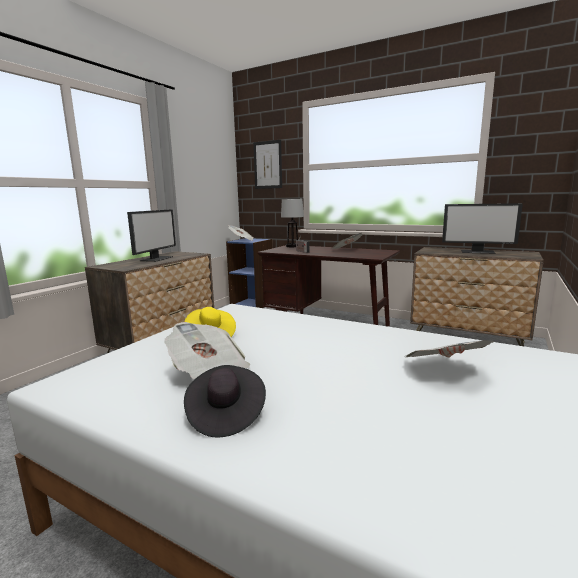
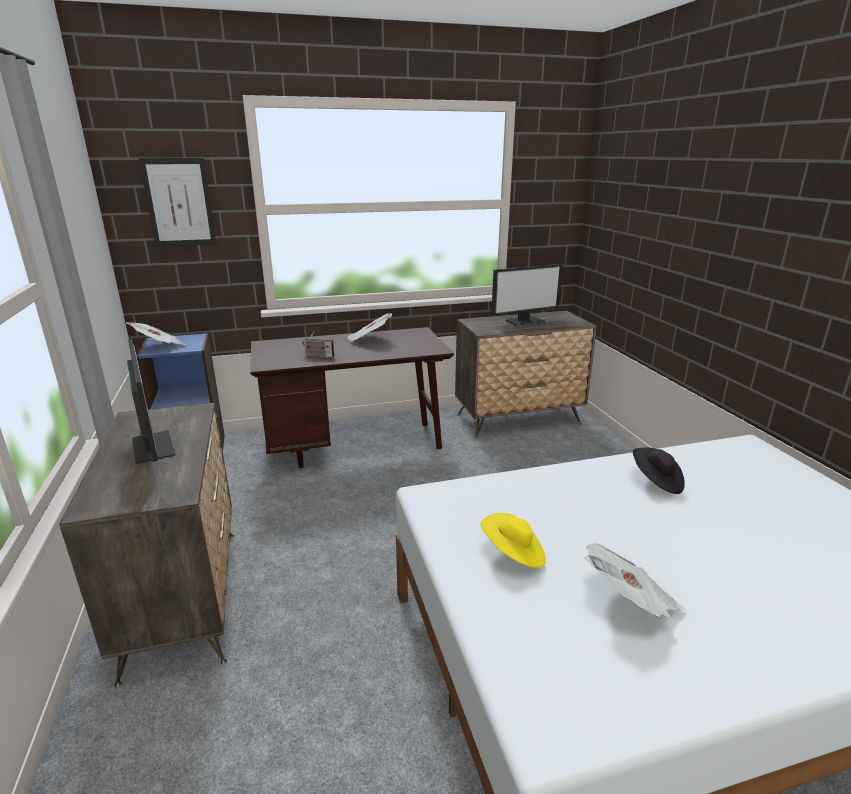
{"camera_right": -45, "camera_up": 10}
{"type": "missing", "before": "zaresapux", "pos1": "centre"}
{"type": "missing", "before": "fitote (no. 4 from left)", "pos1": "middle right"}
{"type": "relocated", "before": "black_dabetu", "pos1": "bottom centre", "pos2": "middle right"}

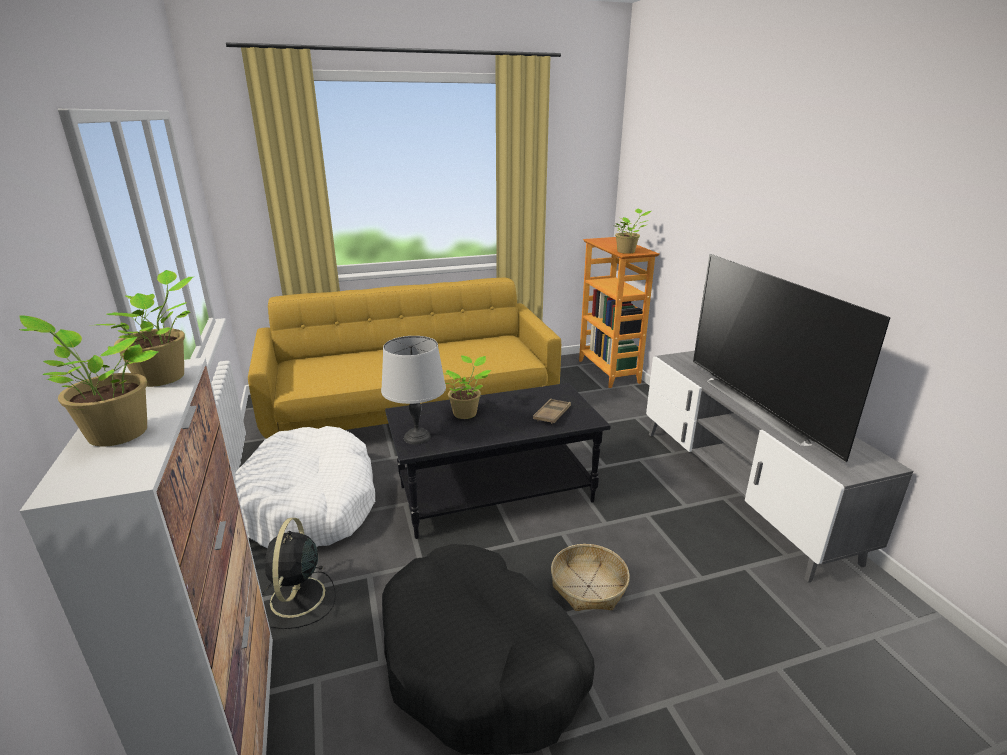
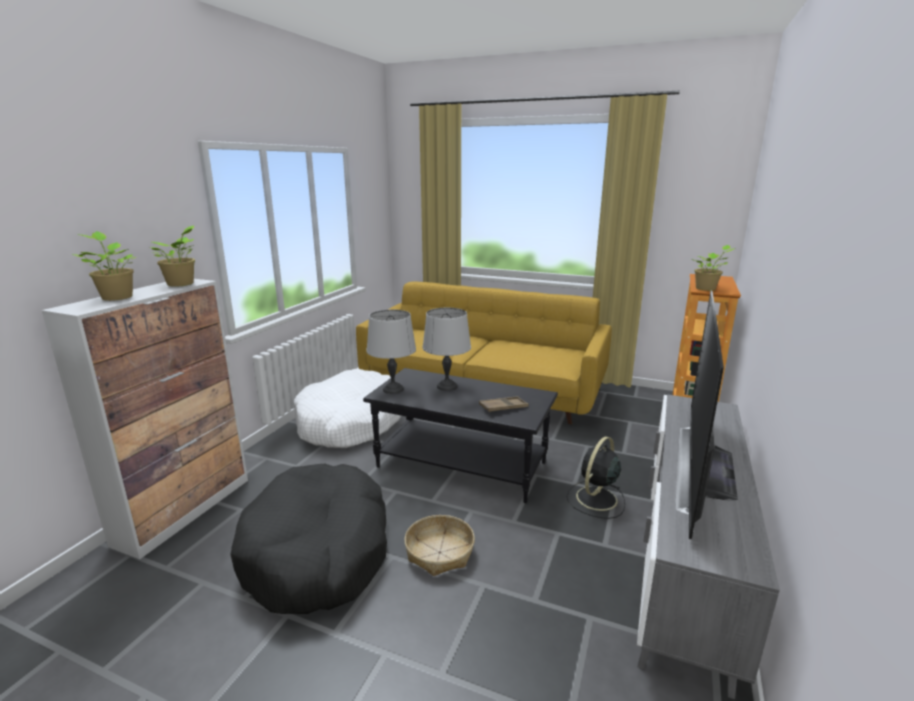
{"camera_right": 40, "camera_up": -5}
{"type": "relocated", "before": "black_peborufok", "pos1": "bottom left", "pos2": "bottom centre"}
{"type": "exchanged", "before": "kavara (no. 3 from left)", "after": "grey_zaresapux (no. 2 from left)", "pos1": "centre", "pos2": "centre"}

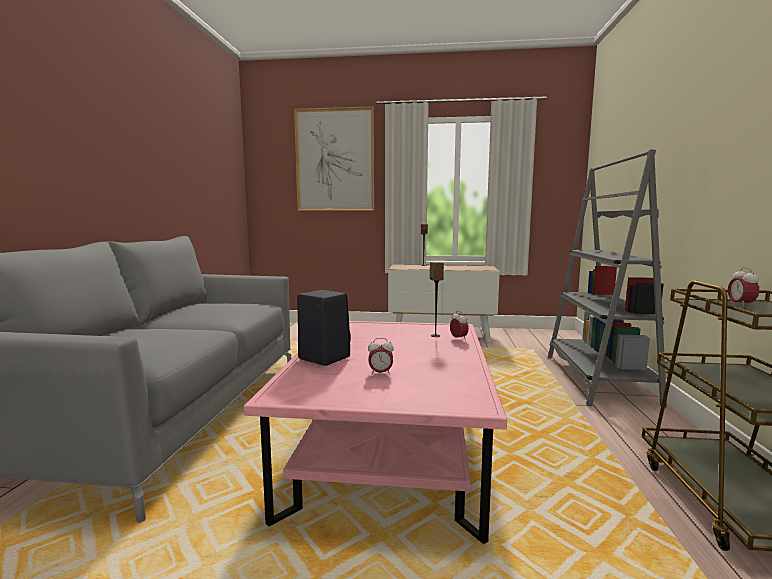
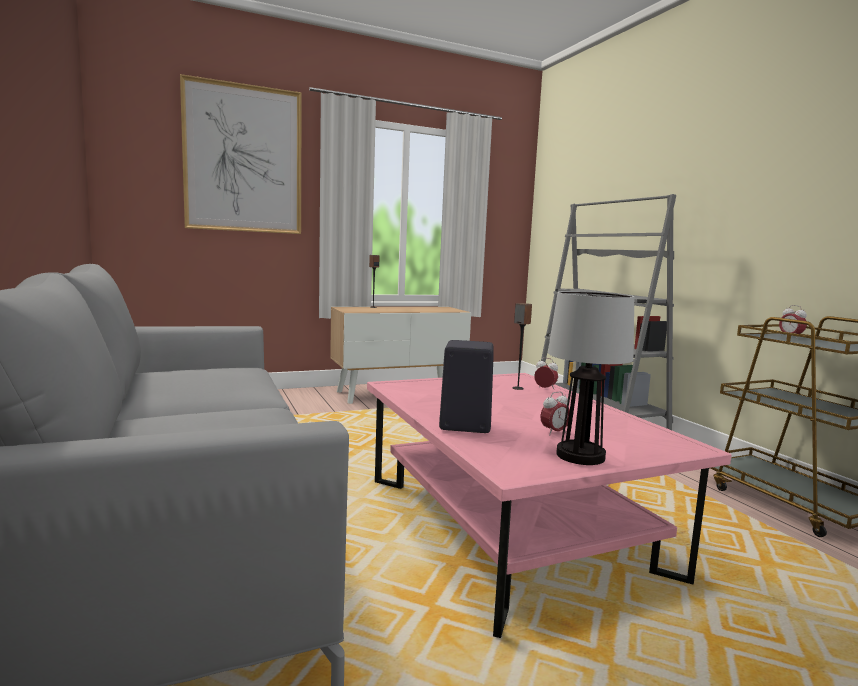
{"camera_right": -30, "camera_up": 0}
{"type": "appeared", "after": "zaresapux", "pos2": "middle right"}

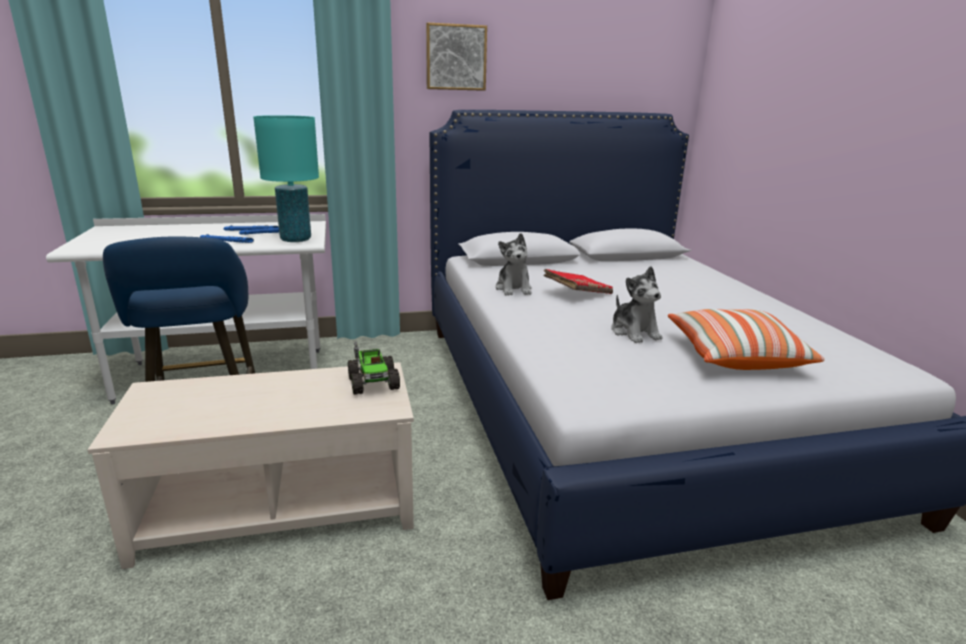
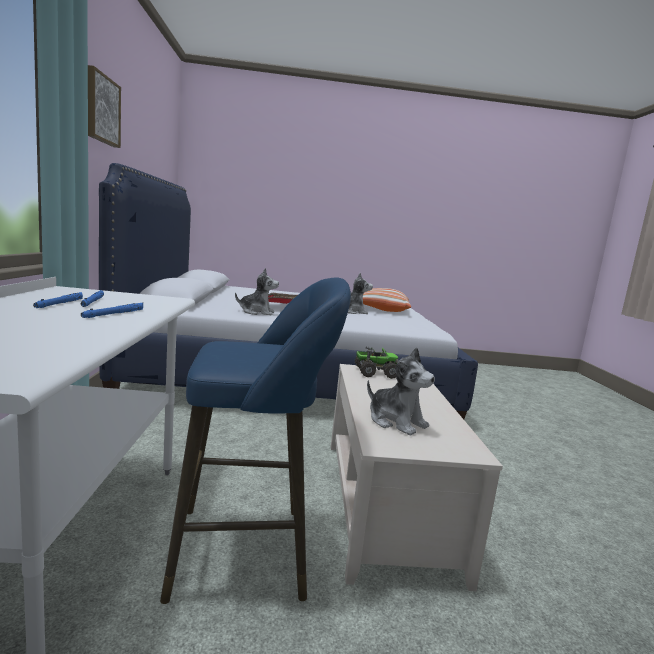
{"camera_right": -80, "camera_up": -10}
{"type": "missing", "before": "turquoise_zaresapux", "pos1": "top left"}
{"type": "appeared", "after": "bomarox (no. 3 from left)", "pos2": "centre"}

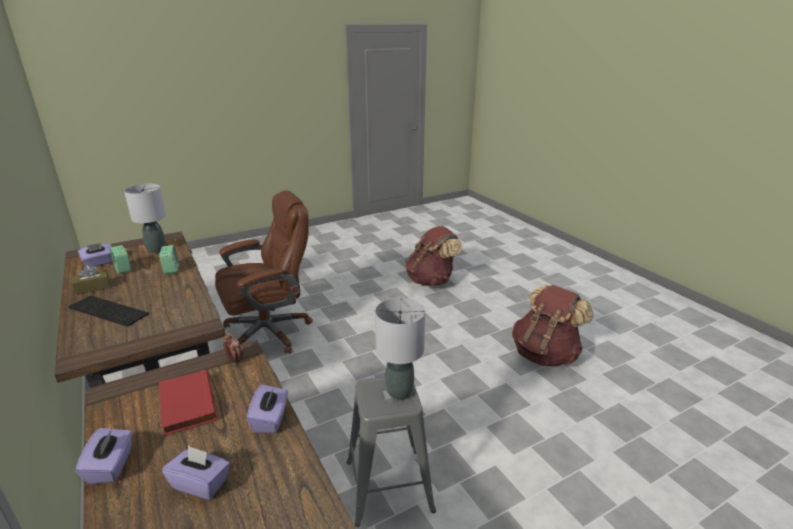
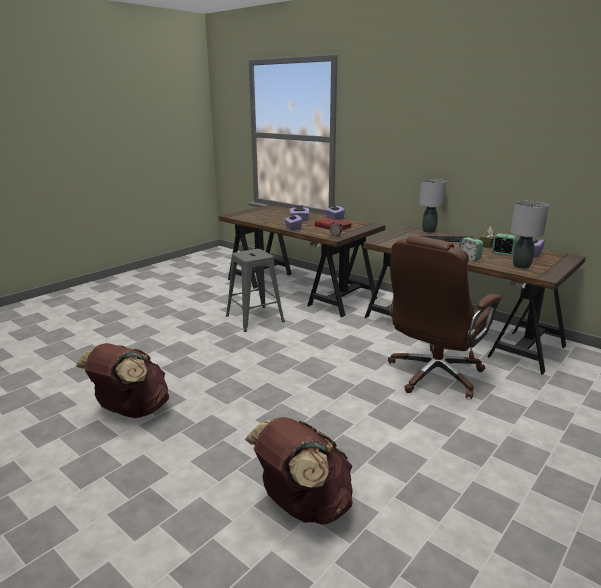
{"camera_right": 160, "camera_up": -5}
{"type": "relocated", "before": "grey_zaresapux (no. 2 from left in the first image)", "after": "grey_zaresapux (no. 1 from left)", "pos1": "centre", "pos2": "middle right"}

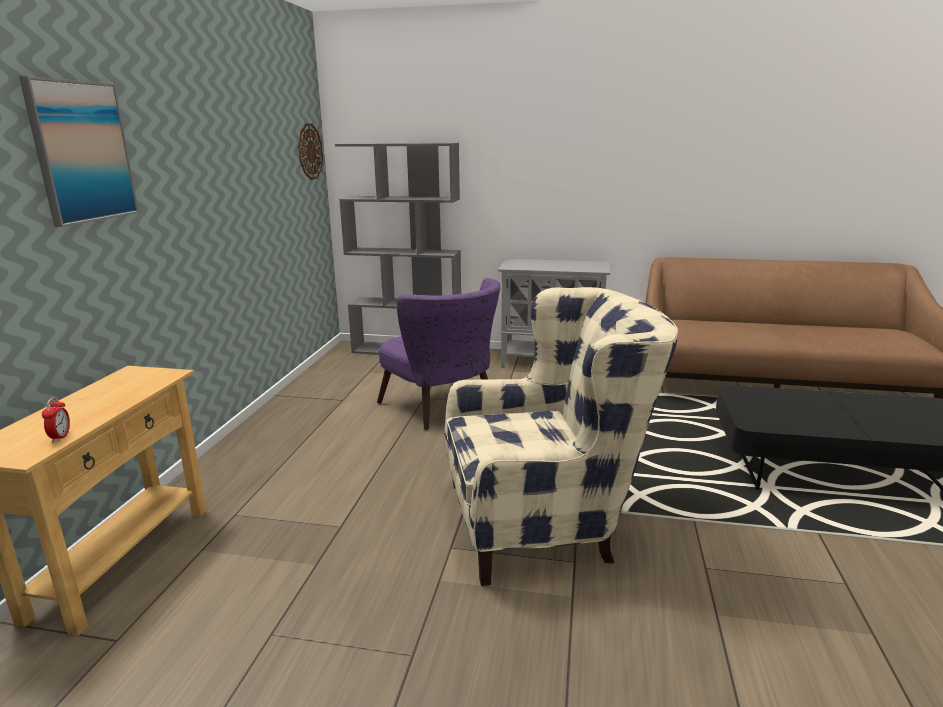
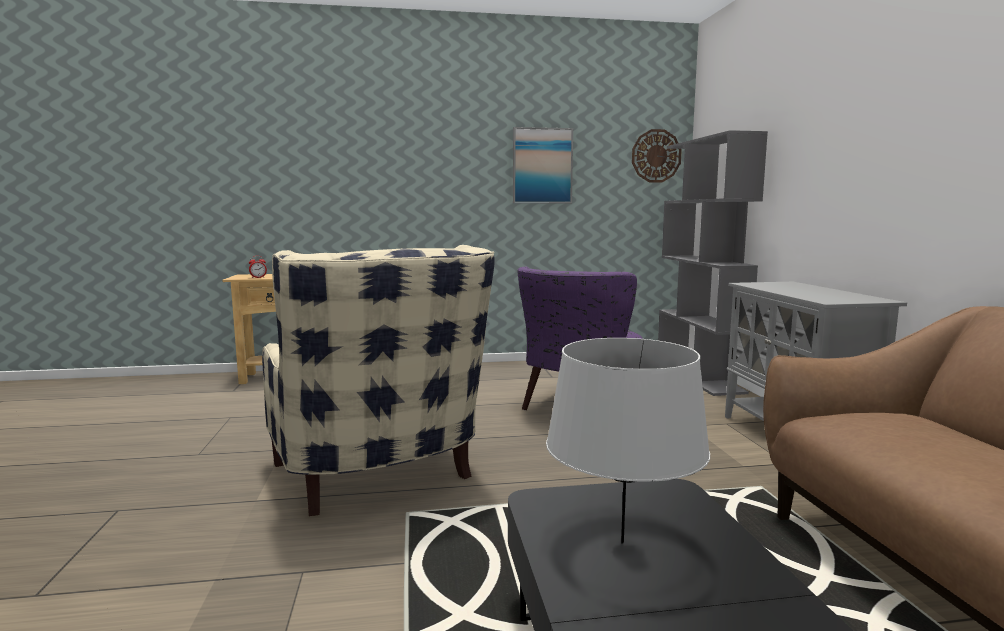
{"camera_right": 70, "camera_up": -10}
{"type": "appeared", "after": "grey_zaresapux", "pos2": "bottom centre"}
{"type": "relocated", "before": "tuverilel", "pos1": "top left", "pos2": "top centre"}

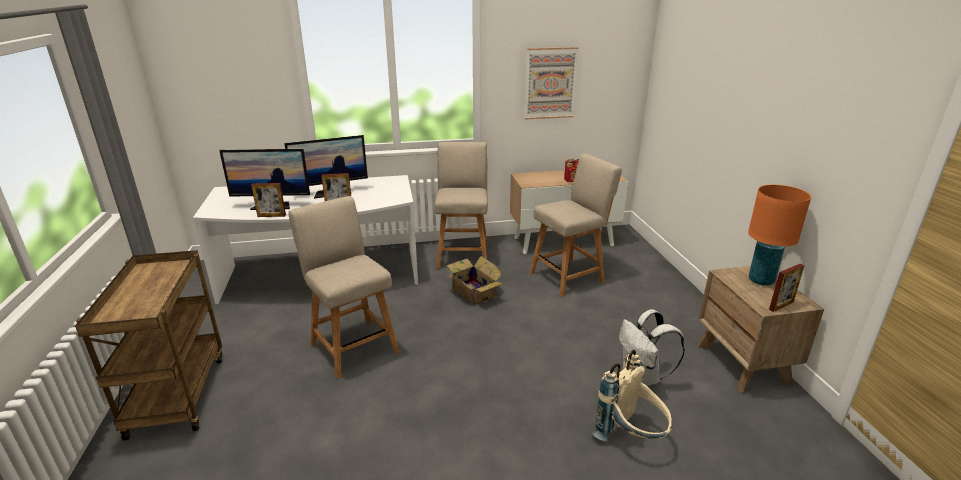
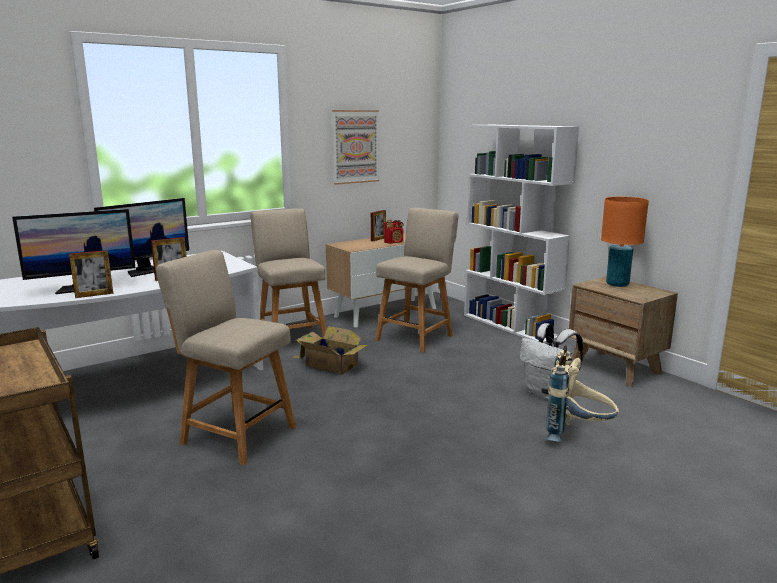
{"camera_right": -25, "camera_up": -10}
{"type": "appeared", "after": "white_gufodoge", "pos2": "middle right"}
{"type": "relocated", "before": "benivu (no. 3 from left)", "pos1": "middle right", "pos2": "centre"}

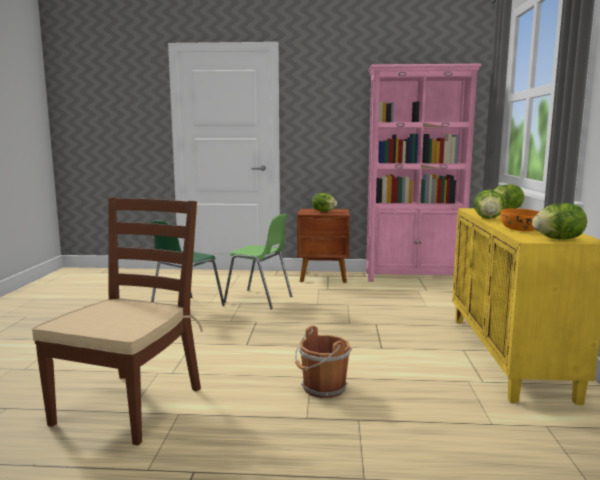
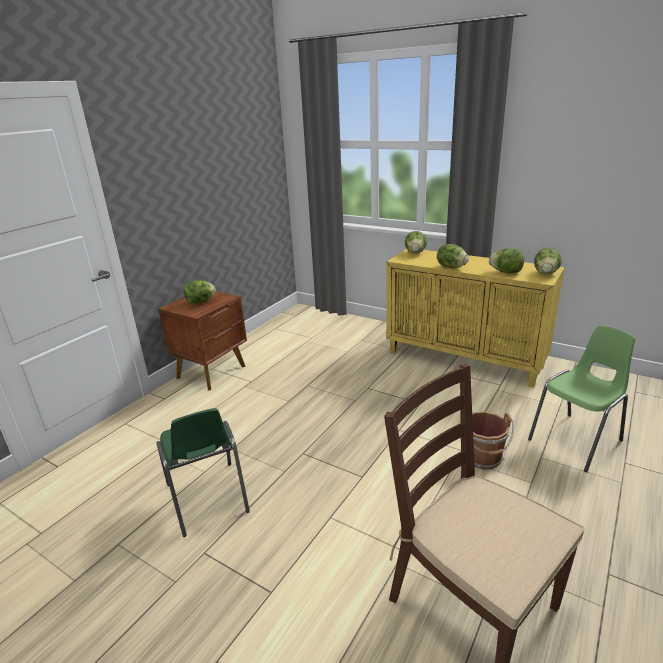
{"camera_right": -60, "camera_up": 15}
{"type": "missing", "before": "pink_gufodoge", "pos1": "middle right"}
{"type": "relocated", "before": "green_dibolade (no. 2 from left)", "pos1": "centre", "pos2": "middle right"}
{"type": "exchanged", "before": "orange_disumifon", "after": "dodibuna (no. 4 from left)", "pos1": "middle right", "pos2": "middle right"}

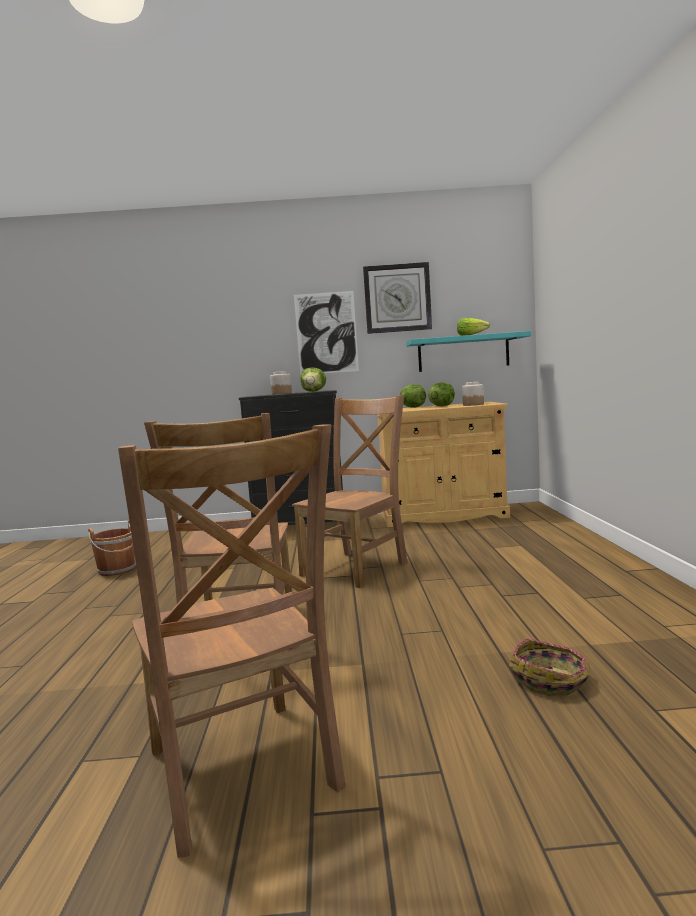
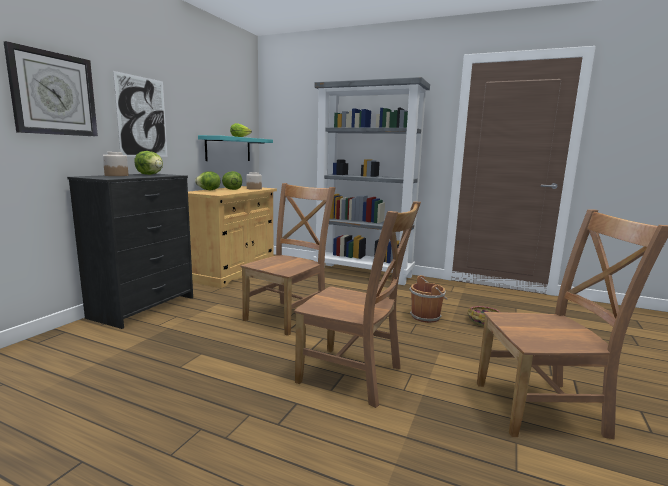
{"camera_right": -65, "camera_up": 5}
{"type": "appeared", "after": "grey_gufodoge", "pos2": "centre"}
{"type": "relocated", "before": "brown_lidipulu", "pos1": "middle left", "pos2": "centre"}
{"type": "relocated", "before": "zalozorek", "pos1": "top centre", "pos2": "top left"}
{"type": "spun", "before": "brown_dibolade (no. 3 from left in the first image)", "pos1": "centre", "pos2": "centre", "turn": 60}

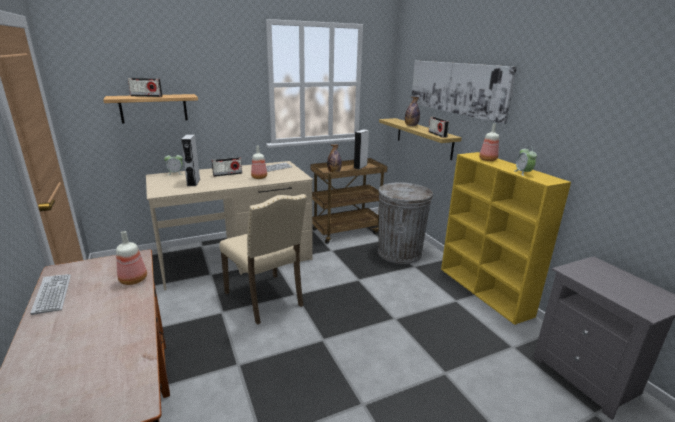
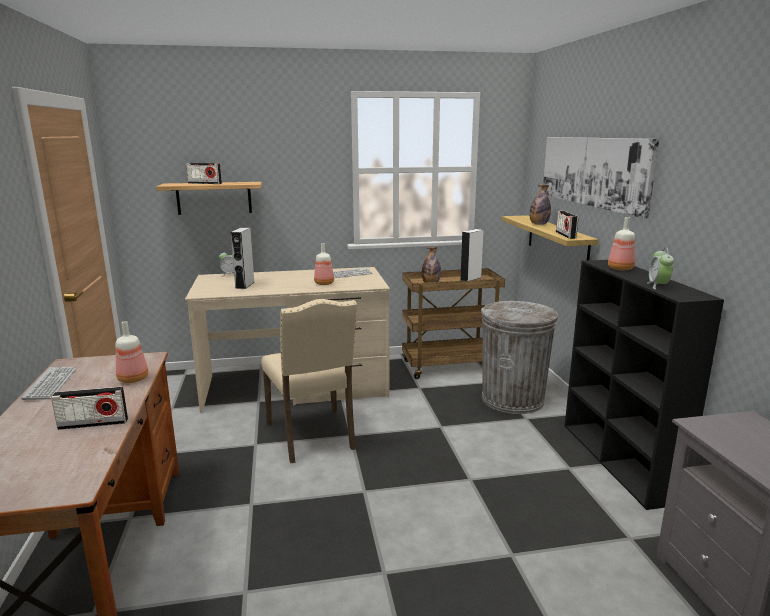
{"camera_right": 15, "camera_up": -5}
{"type": "relocated", "before": "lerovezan (no. 2 from left in the first image)", "after": "lerovezan (no. 1 from left)", "pos1": "centre", "pos2": "middle left"}
{"type": "colour", "before": "yellow_gufodoge", "after": "black_gufodoge", "pos1": "middle right", "pos2": "middle right"}

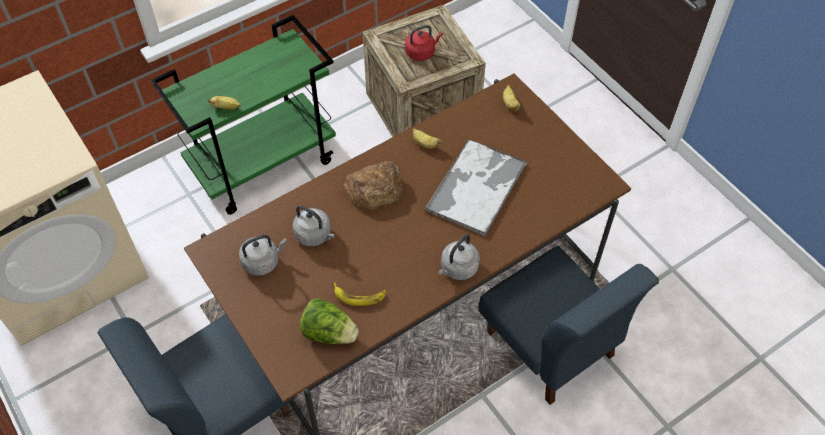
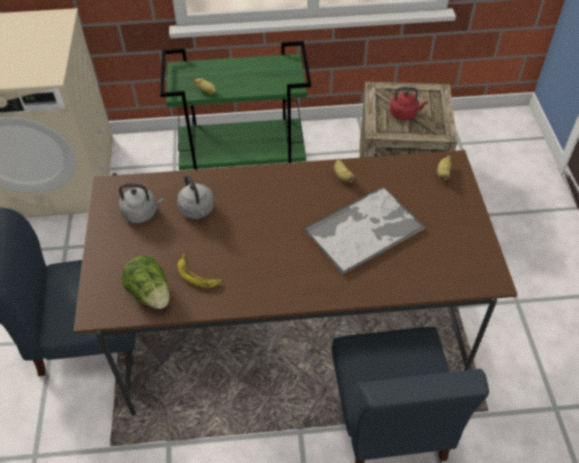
{"camera_right": 30, "camera_up": -5}
{"type": "missing", "before": "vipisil", "pos1": "centre"}
{"type": "missing", "before": "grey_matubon (no. 3 from left)", "pos1": "centre"}

